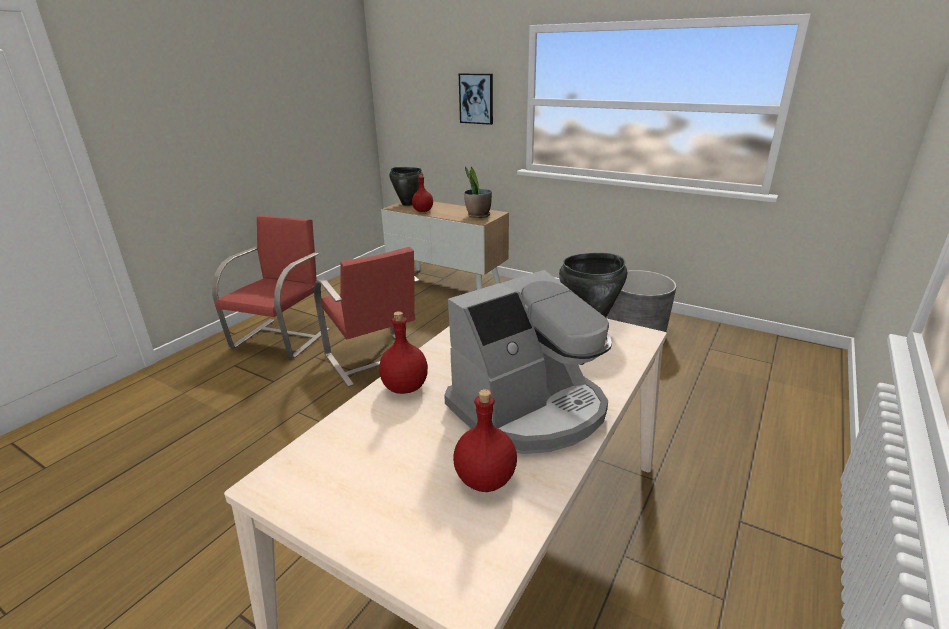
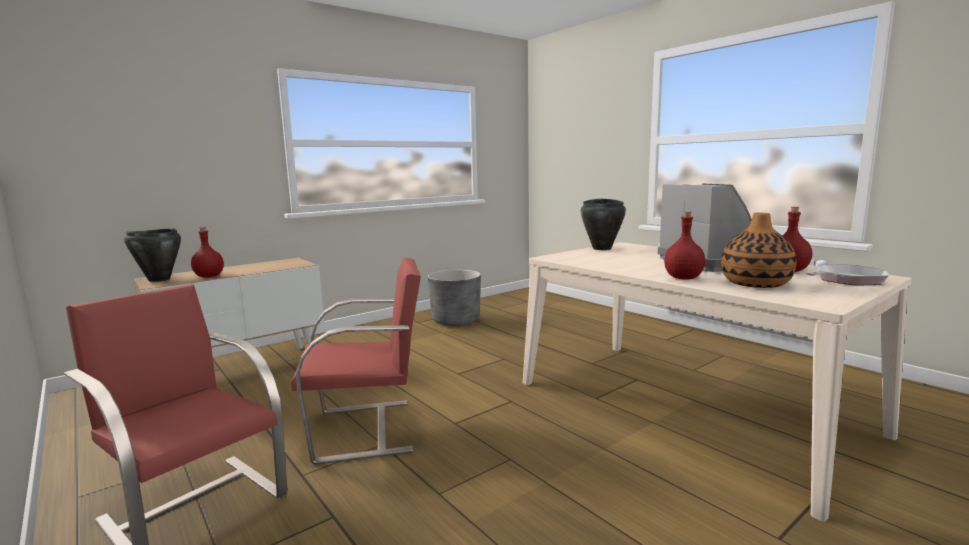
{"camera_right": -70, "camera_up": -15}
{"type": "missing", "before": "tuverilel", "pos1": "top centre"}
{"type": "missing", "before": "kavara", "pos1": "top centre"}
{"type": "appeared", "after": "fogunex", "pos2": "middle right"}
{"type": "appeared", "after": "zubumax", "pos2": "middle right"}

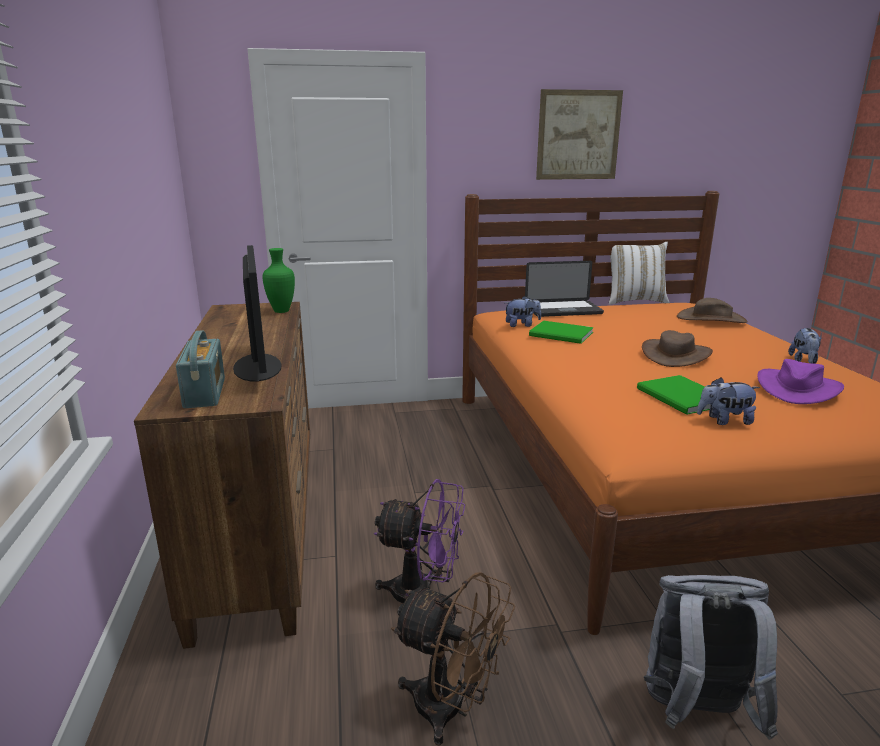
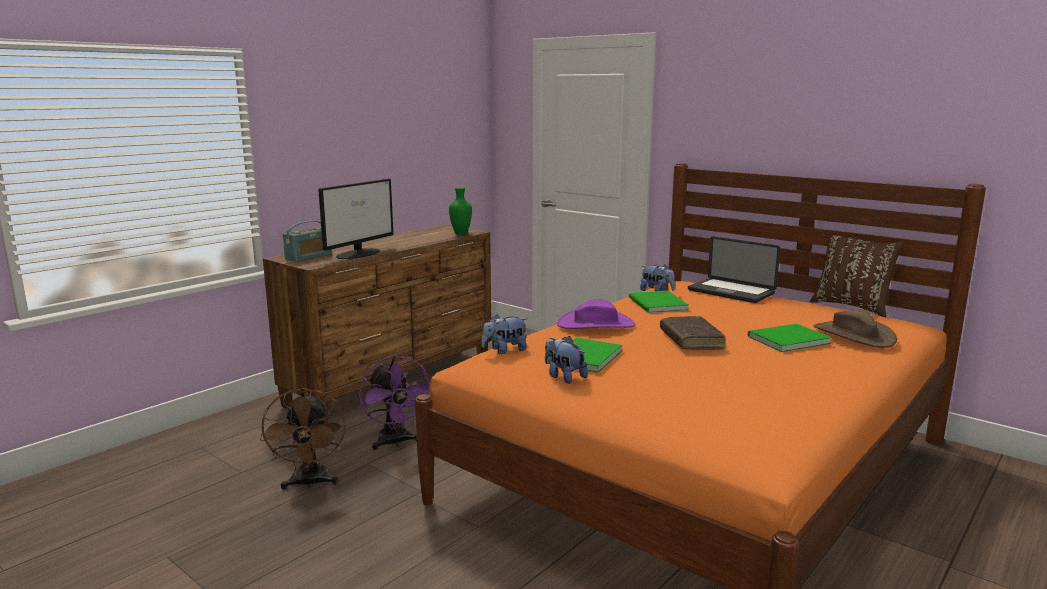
{"camera_right": 50, "camera_up": -5}
{"type": "missing", "before": "tuverilel", "pos1": "top centre"}
{"type": "missing", "before": "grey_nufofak", "pos1": "bottom right"}
{"type": "appeared", "after": "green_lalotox (no. 3 from left)", "pos2": "middle right"}
{"type": "relocated", "before": "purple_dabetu", "pos1": "middle right", "pos2": "centre"}
{"type": "relocated", "before": "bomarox (no. 3 from left in the first image)", "after": "bomarox (no. 1 from left)", "pos1": "middle right", "pos2": "centre"}
{"type": "exchanged", "before": "brown_dabetu (no. 1 from left)", "after": "brown_lalotox", "pos1": "middle right", "pos2": "centre"}
{"type": "colour", "before": "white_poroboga", "after": "brown_poroboga", "pos1": "middle right", "pos2": "middle right"}

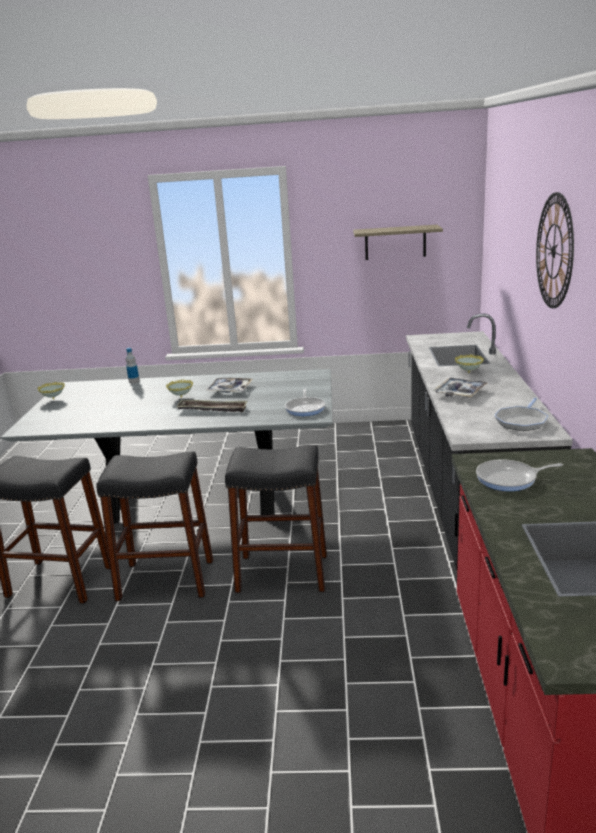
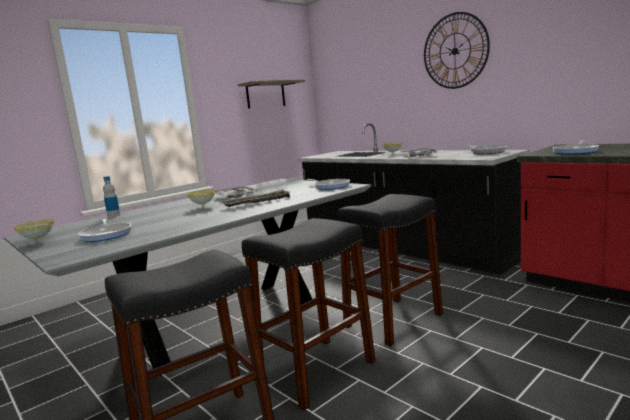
{"camera_right": -45, "camera_up": -10}
{"type": "appeared", "after": "zubumax (no. 1 from left)", "pos2": "middle left"}

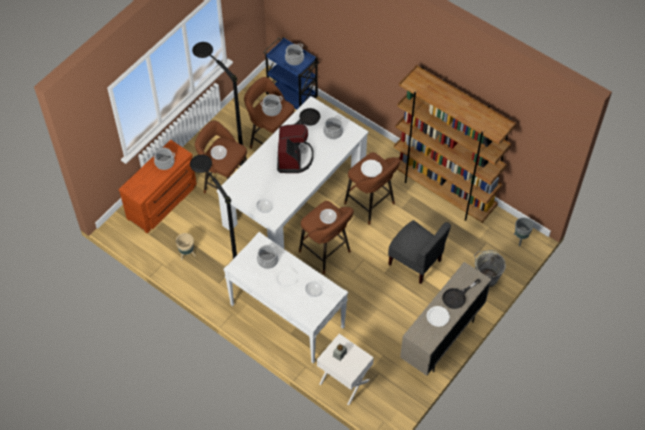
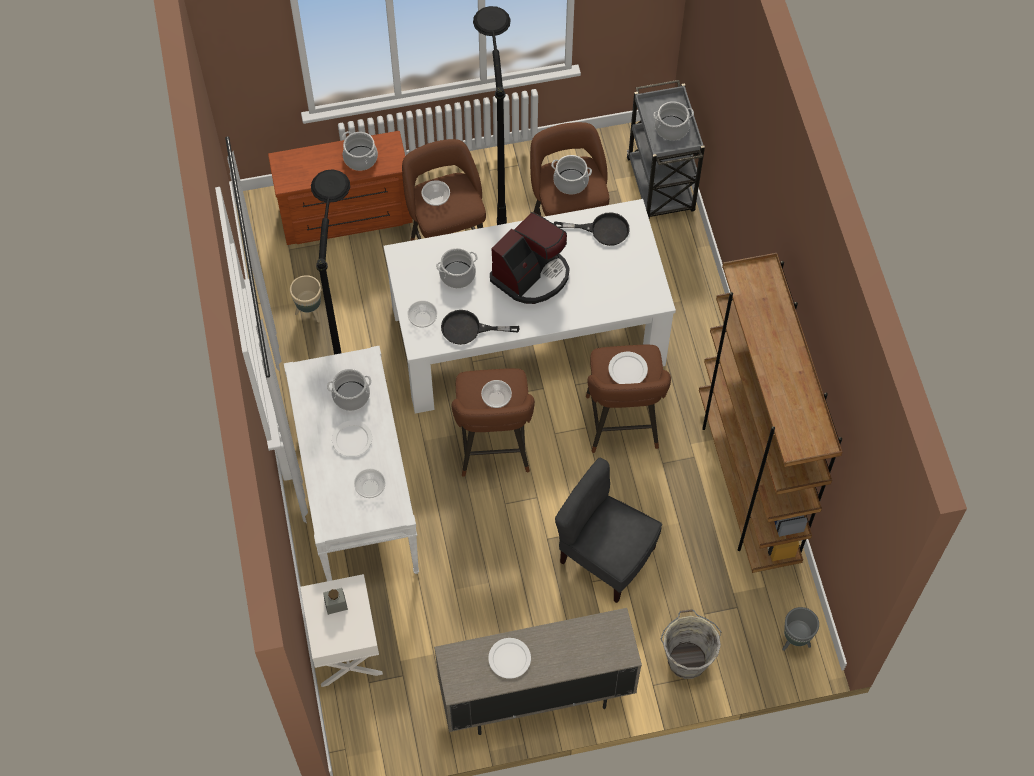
{"camera_right": 40, "camera_up": 5}
{"type": "relocated", "before": "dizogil (no. 5 from left in the first image)", "after": "dizogil (no. 3 from left)", "pos1": "top centre", "pos2": "centre"}
{"type": "relocated", "before": "black_zubumax (no. 2 from left in the first image)", "after": "black_zubumax (no. 1 from left)", "pos1": "bottom right", "pos2": "centre"}
{"type": "colour", "before": "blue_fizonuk", "after": "grey_fizonuk", "pos1": "top centre", "pos2": "top centre"}
{"type": "spun", "before": "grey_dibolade", "pos1": "centre", "pos2": "bottom centre", "turn": 135}

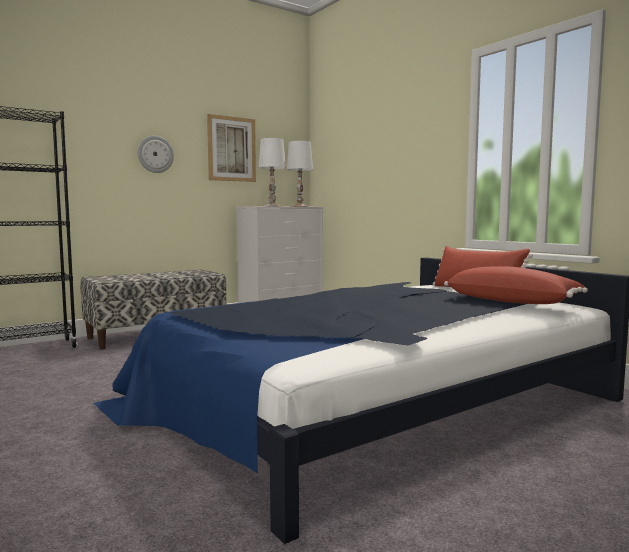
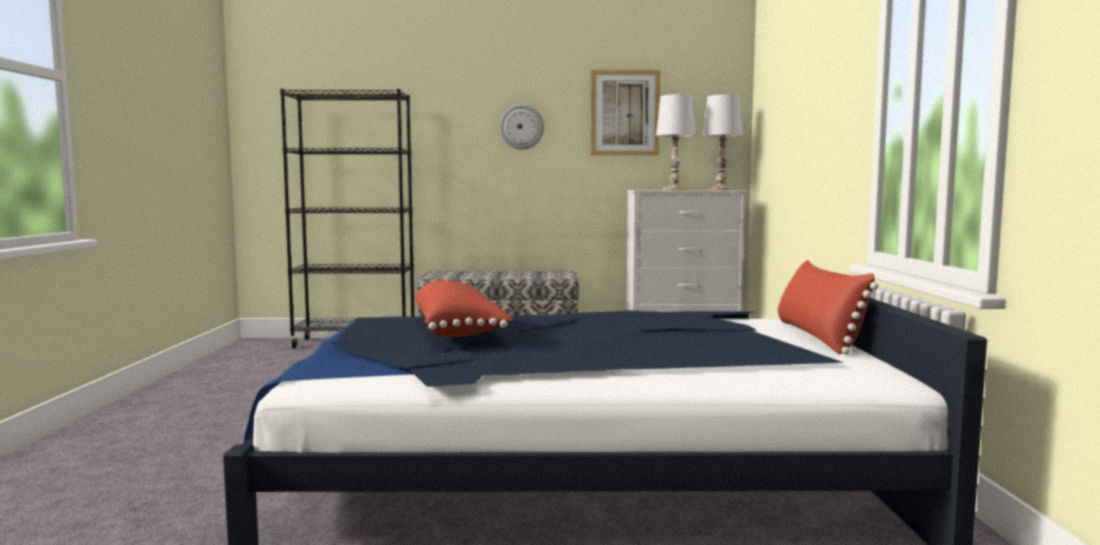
{"camera_right": 35, "camera_up": 0}
{"type": "relocated", "before": "red_poroboga (no. 2 from left in the first image)", "after": "red_poroboga (no. 1 from left)", "pos1": "middle right", "pos2": "centre"}

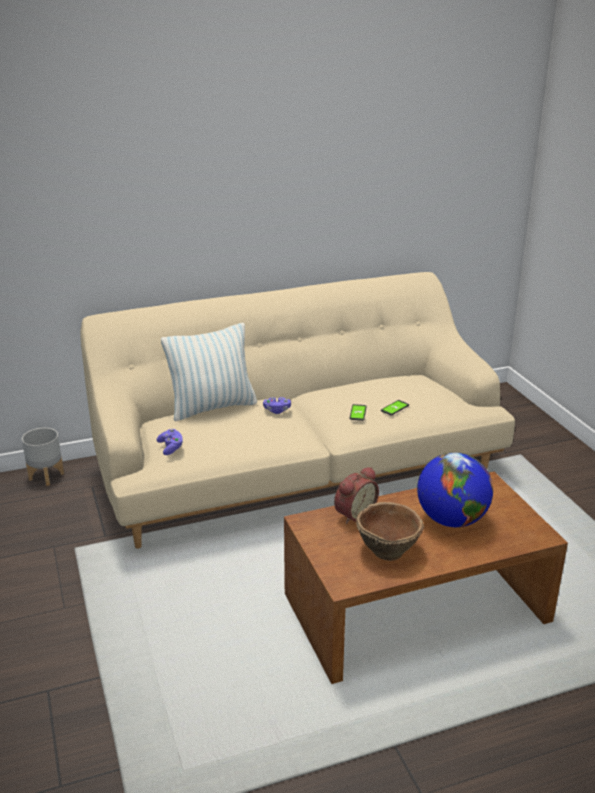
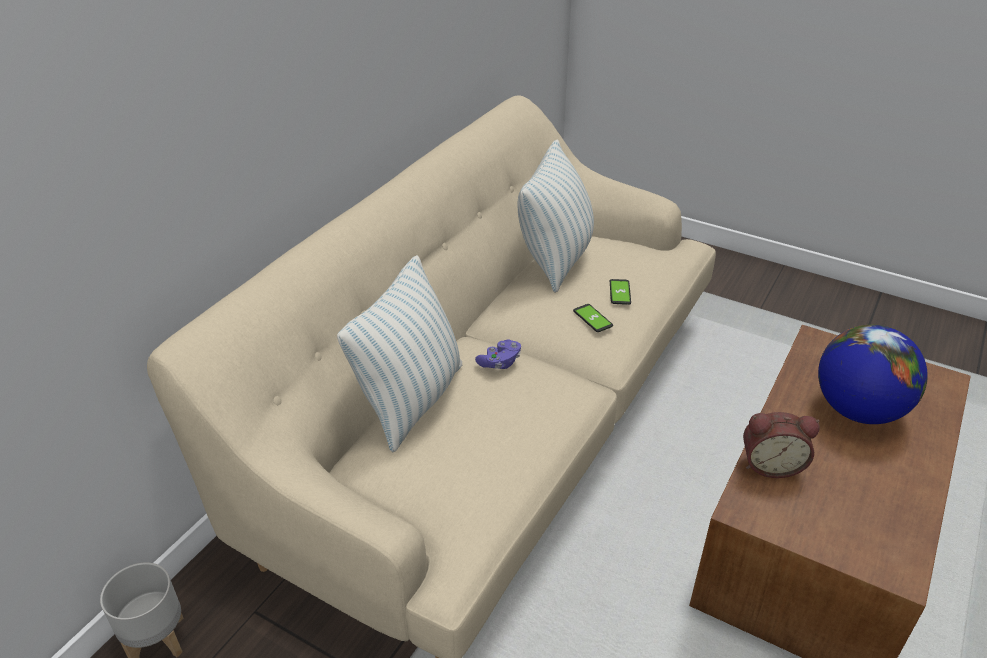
{"camera_right": -40, "camera_up": 10}
{"type": "missing", "before": "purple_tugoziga (no. 1 from left)", "pos1": "middle left"}
{"type": "missing", "before": "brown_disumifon", "pos1": "bottom centre"}
{"type": "appeared", "after": "poroboga (no. 2 from left)", "pos2": "top centre"}
{"type": "spun", "before": "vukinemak", "pos1": "centre", "pos2": "bottom right", "turn": 90}

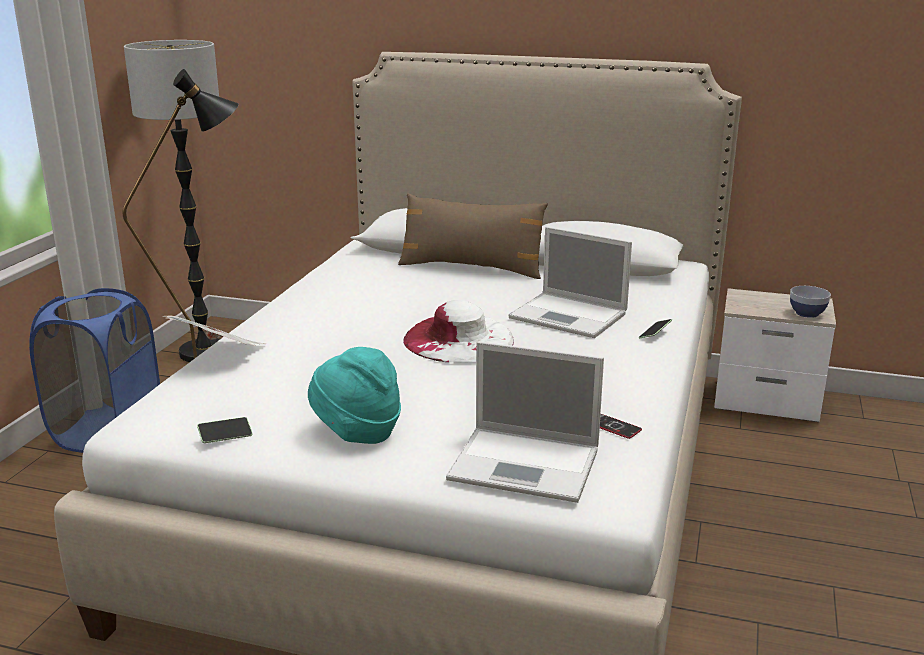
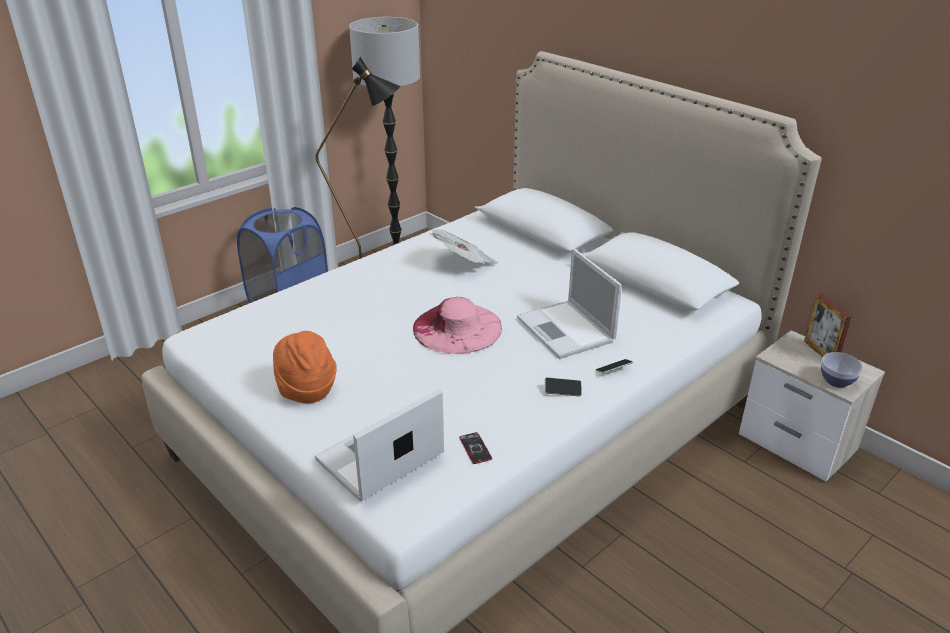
{"camera_right": 30, "camera_up": 10}
{"type": "missing", "before": "brown_poroboga", "pos1": "centre"}
{"type": "appeared", "after": "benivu", "pos2": "middle right"}
{"type": "relocated", "before": "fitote", "pos1": "middle left", "pos2": "centre"}
{"type": "relocated", "before": "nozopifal (no. 1 from left in the first image)", "after": "nozopifal (no. 2 from left)", "pos1": "middle left", "pos2": "centre"}
{"type": "colour", "before": "turquoise_dabetu", "after": "orange_dabetu", "pos1": "centre", "pos2": "middle left"}
{"type": "colour", "before": "white_dabetu", "after": "pink_dabetu", "pos1": "centre", "pos2": "centre"}
{"type": "spun", "before": "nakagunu (no. 1 from left)", "pos1": "centre", "pos2": "bottom centre", "turn": 90}

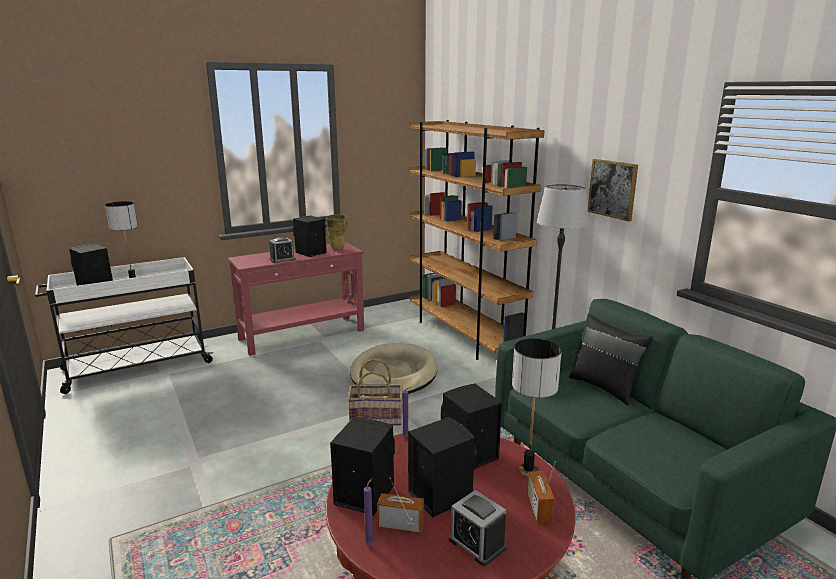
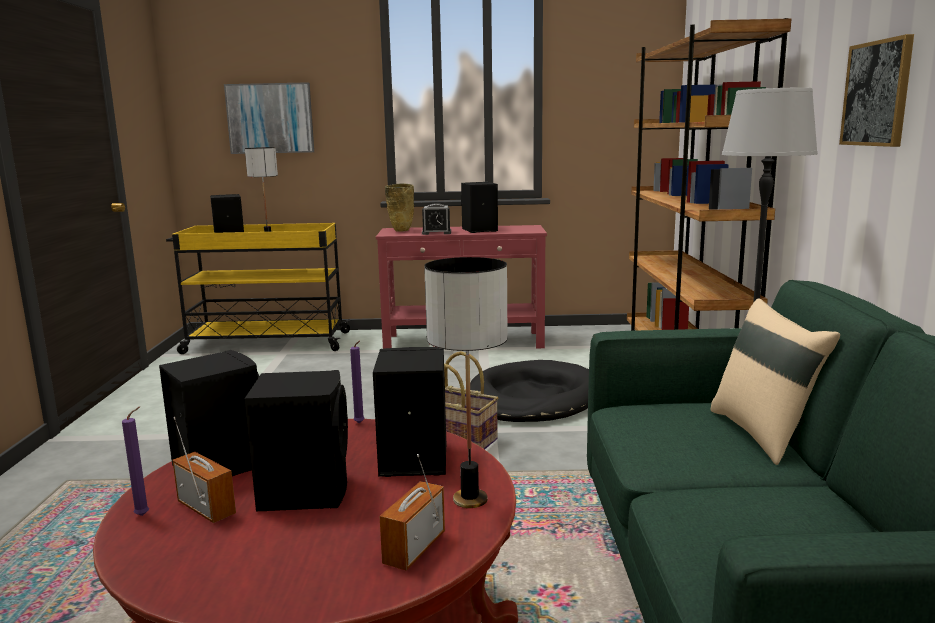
{"camera_right": 30, "camera_up": -5}
{"type": "missing", "before": "vukinemak (no. 2 from left)", "pos1": "bottom centre"}
{"type": "appeared", "after": "tuverilel (no. 1 from left)", "pos2": "top left"}
{"type": "relocated", "before": "beige_fogunex", "pos1": "centre", "pos2": "top centre"}
{"type": "colour", "before": "white_fizonuk", "after": "yellow_fizonuk", "pos1": "middle left", "pos2": "middle left"}
{"type": "colour", "before": "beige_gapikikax", "after": "black_gapikikax", "pos1": "centre", "pos2": "centre"}
{"type": "colour", "before": "black_poroboga", "after": "beige_poroboga", "pos1": "middle right", "pos2": "middle right"}

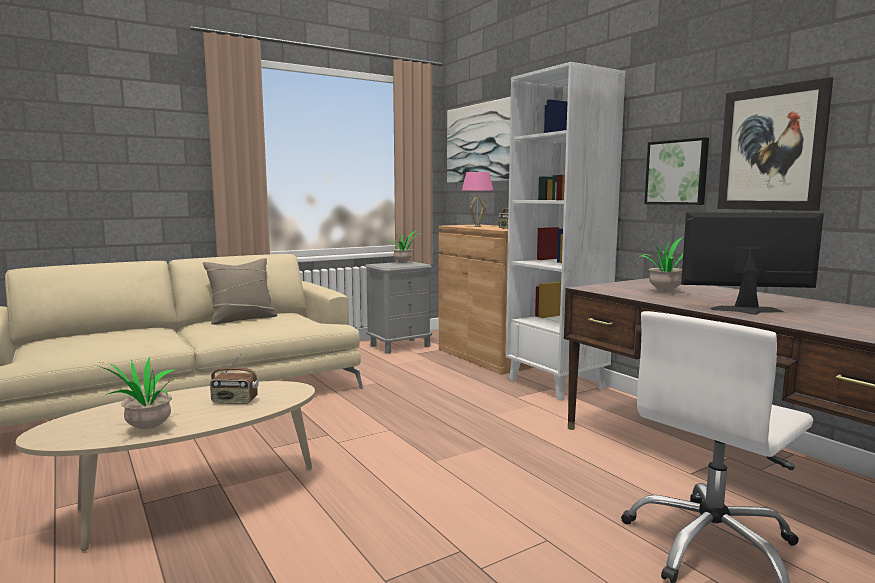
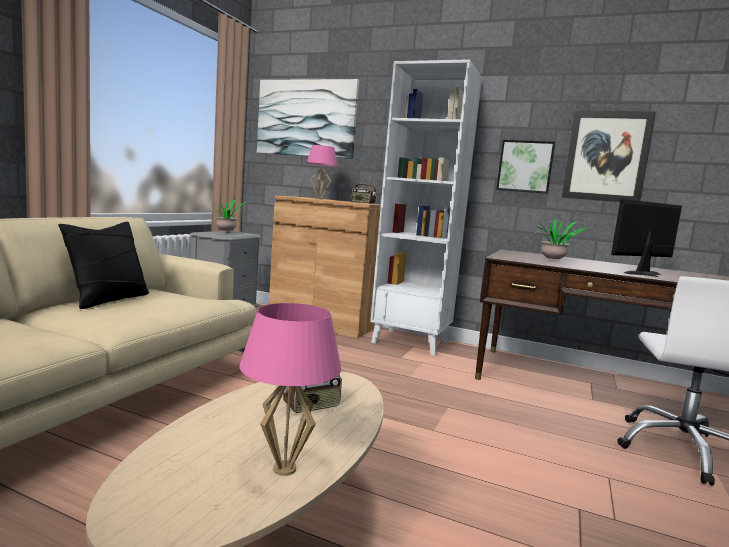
{"camera_right": -35, "camera_up": 0}
{"type": "exchanged", "before": "kavara (no. 1 from left)", "after": "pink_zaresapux (no. 1 from left)", "pos1": "bottom left", "pos2": "bottom centre"}
{"type": "colour", "before": "beige_poroboga", "after": "black_poroboga", "pos1": "middle left", "pos2": "middle left"}

